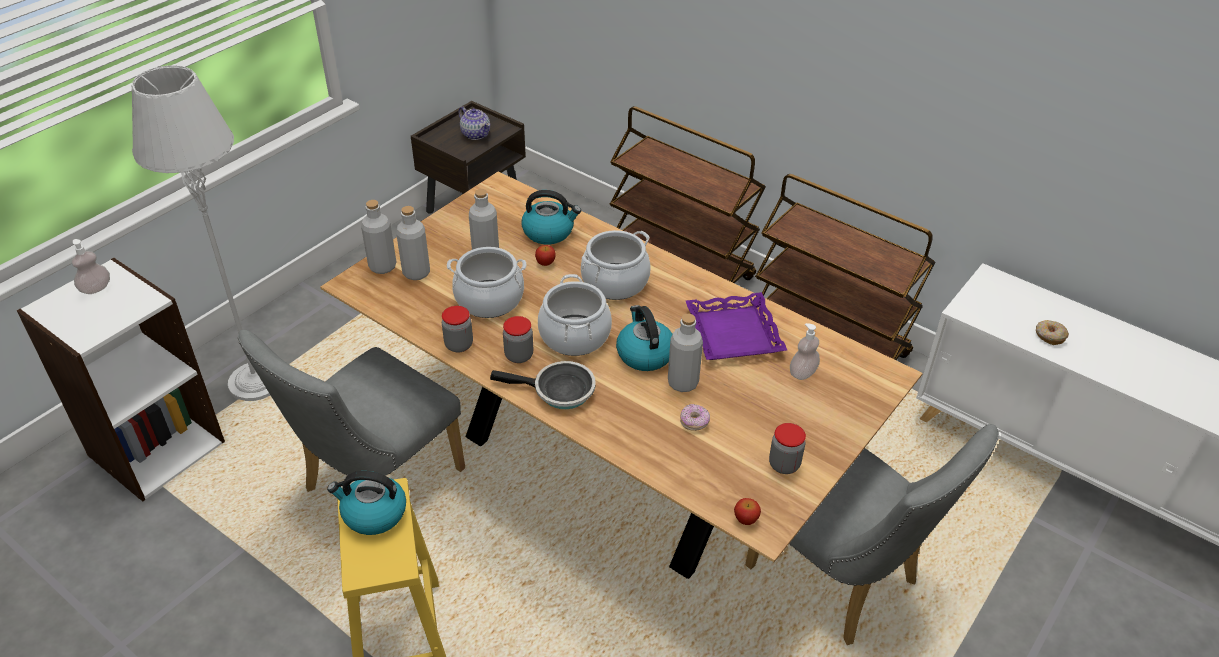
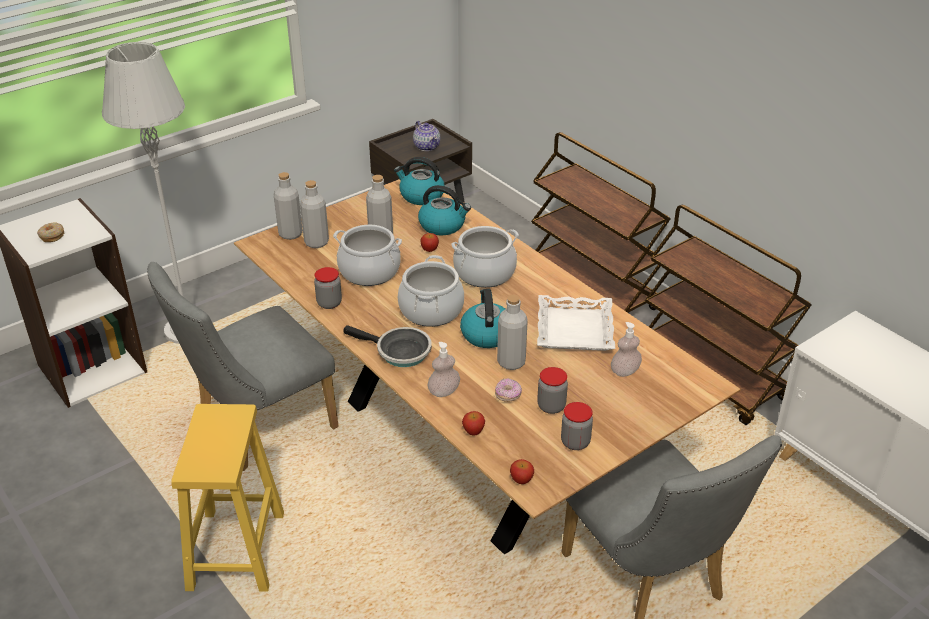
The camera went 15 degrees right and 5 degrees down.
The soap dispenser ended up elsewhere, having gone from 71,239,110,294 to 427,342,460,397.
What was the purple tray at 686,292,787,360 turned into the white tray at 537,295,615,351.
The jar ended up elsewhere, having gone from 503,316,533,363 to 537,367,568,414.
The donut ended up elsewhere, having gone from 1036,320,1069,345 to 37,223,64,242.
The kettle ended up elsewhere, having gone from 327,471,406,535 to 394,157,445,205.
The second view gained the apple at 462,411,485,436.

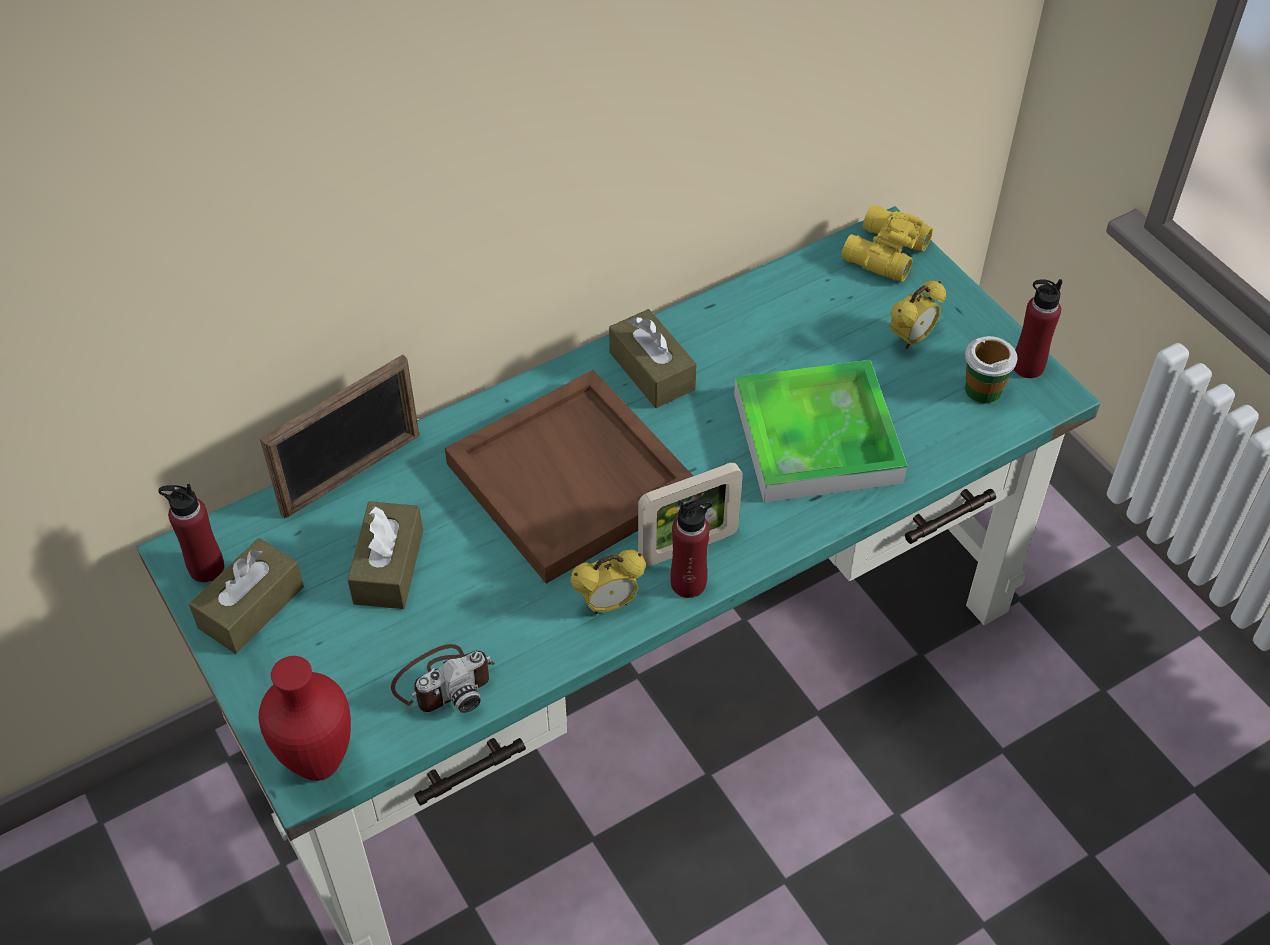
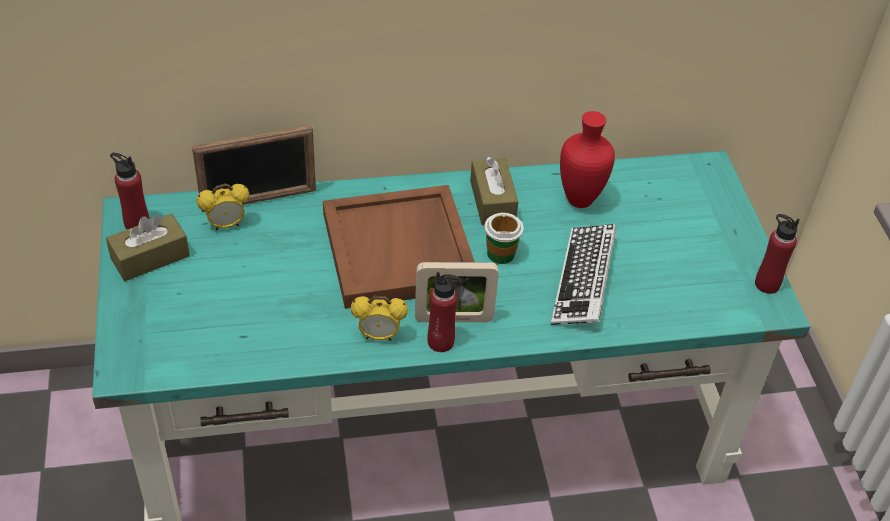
The camera went 20 degrees right and 5 degrees down.
The second view lost the yellow binoculars at 841,205,933,282.
The alarm clock ended up elsewhere, having gone from 890,281,946,349 to 196,184,250,231.
The cup ended up elsewhere, having gone from 965,336,1018,403 to 484,213,524,264.
Where the tray stood at 734,360,907,503, the keyboard came to stand at 551,224,616,325.
The second view lost the brown tissue box at 347,501,423,609.
The second view lost the photo camera at 391,644,495,713.
The red vase ended up elsewhere, having gone from 259,656,351,781 to 560,111,615,208.

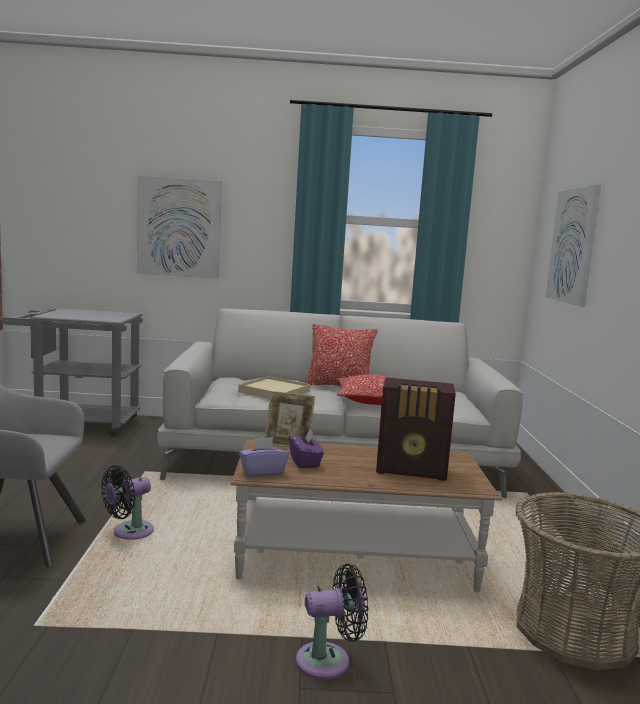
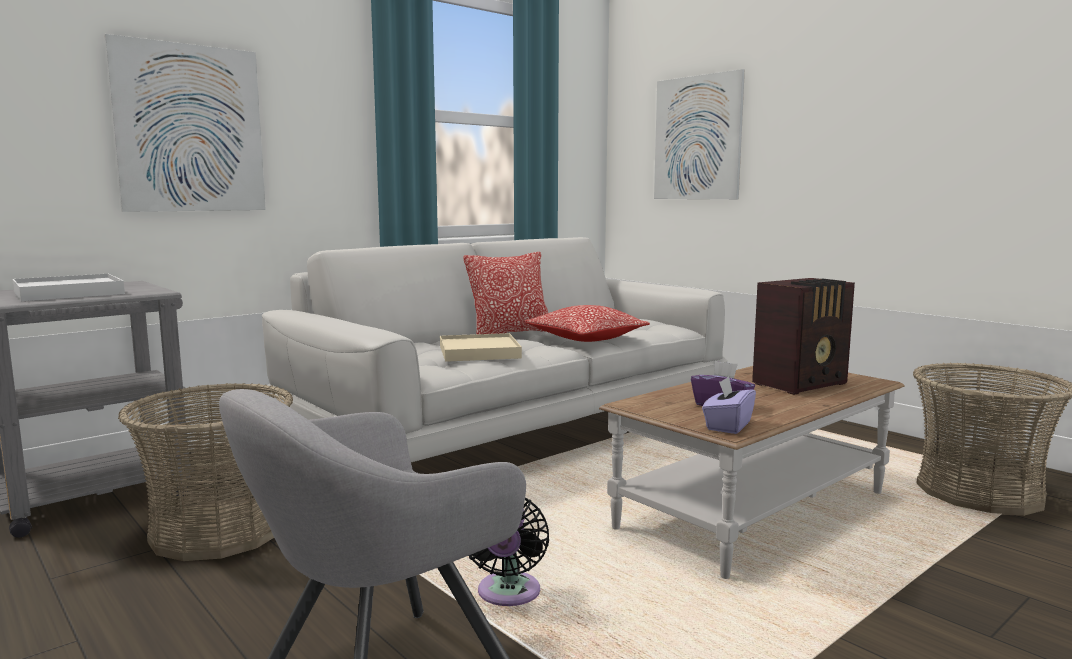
The camera went 40 degrees left and 0 degrees up.
The second view lost the picture frame at 265,391,315,447.
The second view lost the black fan at 296,564,369,680.
The second view gained the white tray at 12,274,125,301.
The second view gained the basket at 118,383,293,561.

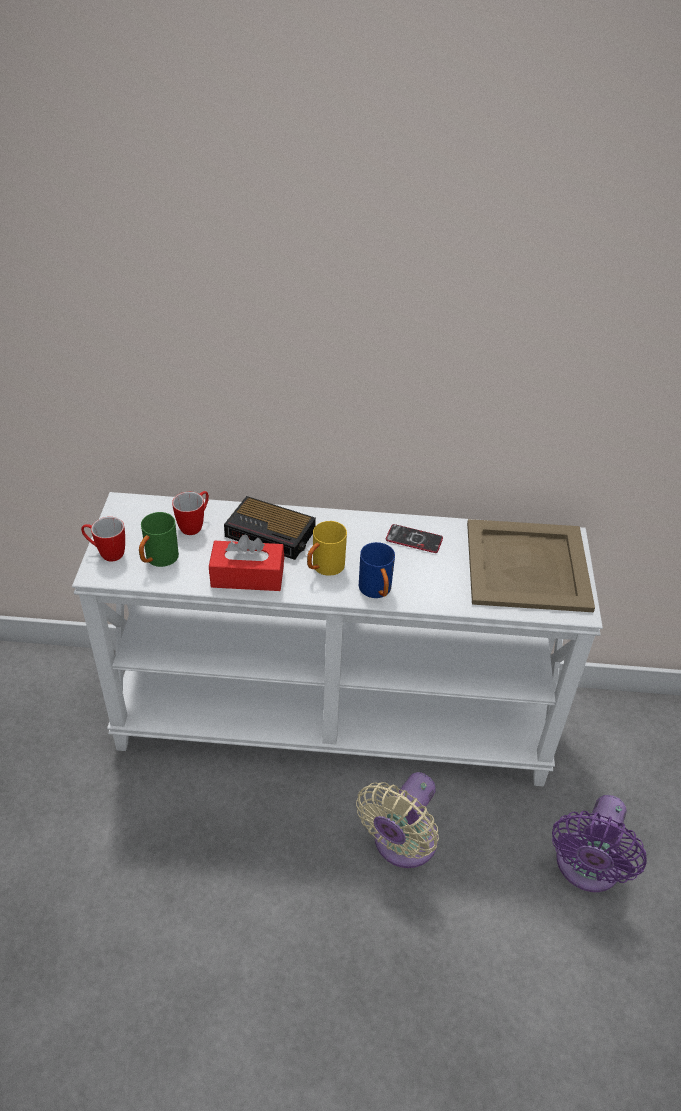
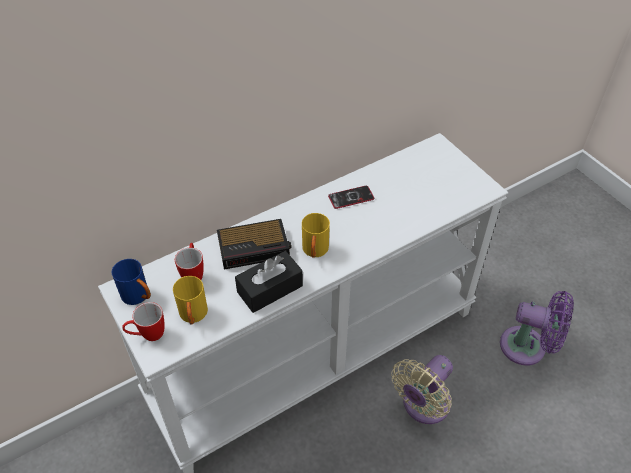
The camera went 35 degrees left and 5 degrees up.
What was the green mug at 139,512,179,567 turned into the yellow mug at 173,276,208,325.
The second view lost the beige tray at 467,519,595,612.
What was the red tissue box at 209,535,284,591 turned into the black tissue box at 235,251,303,313.
The blue mug ended up elsewhere, having gone from 359,542,395,598 to 112,259,151,305.
The beige fan at 356,772,439,868 ended up facing another way, 45 degrees clockwise from before.
The purple fan at 552,795,647,892 ended up facing another way, 60 degrees counterclockwise from before.

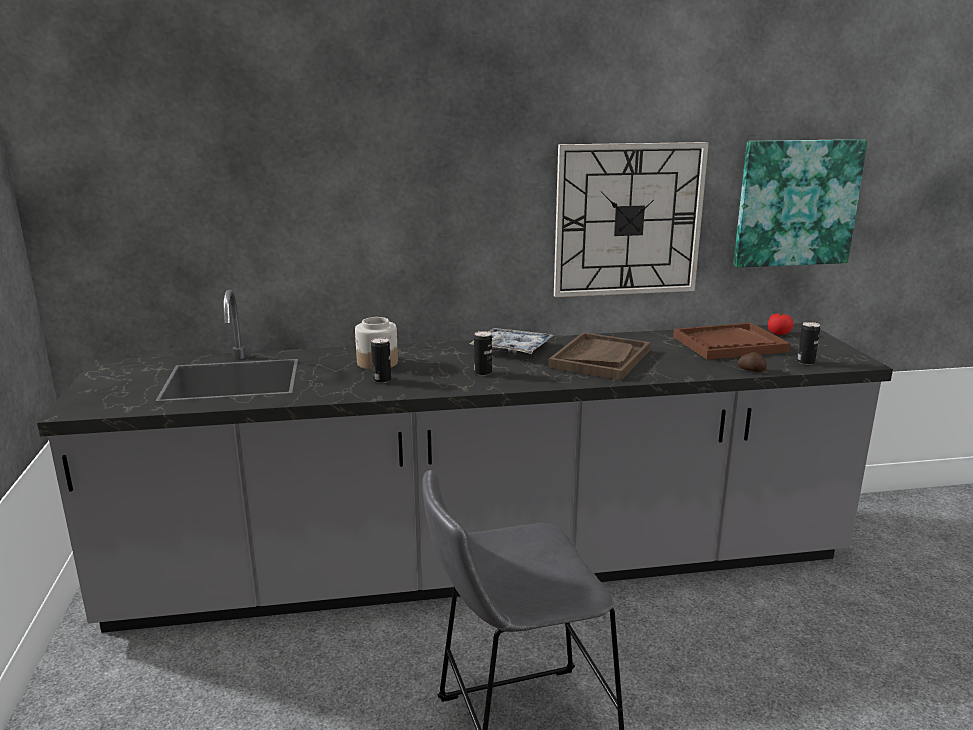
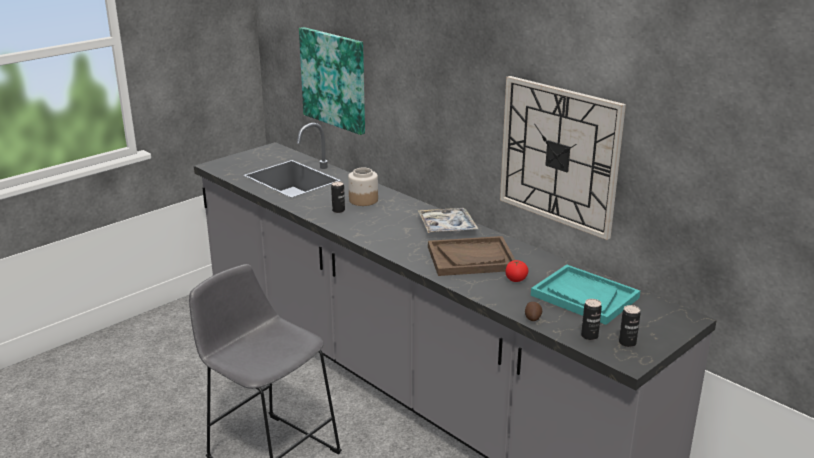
The camera went 55 degrees right and 5 degrees up.
The picture ended up elsewhere, having gone from 733,139,868,268 to 299,27,365,135.
The tomato ended up elsewhere, having gone from 768,313,794,335 to 505,260,528,282.
What was the brown tray at 673,323,790,360 turned into the turquoise tray at 531,265,640,325.
The can ended up elsewhere, having gone from 474,331,492,376 to 619,305,641,347.

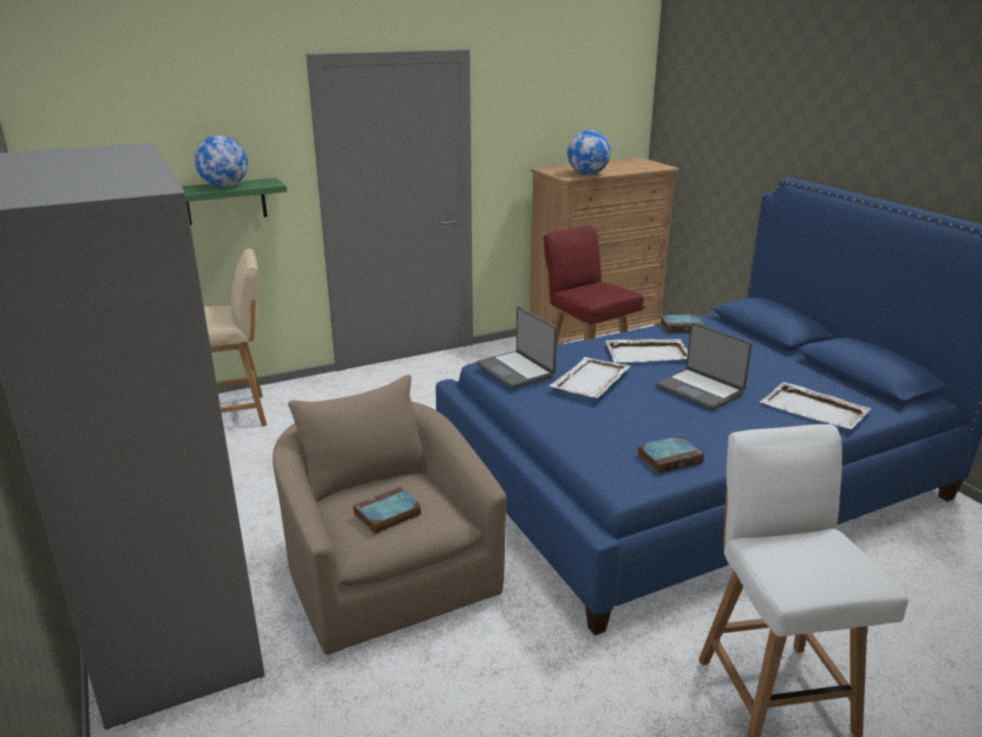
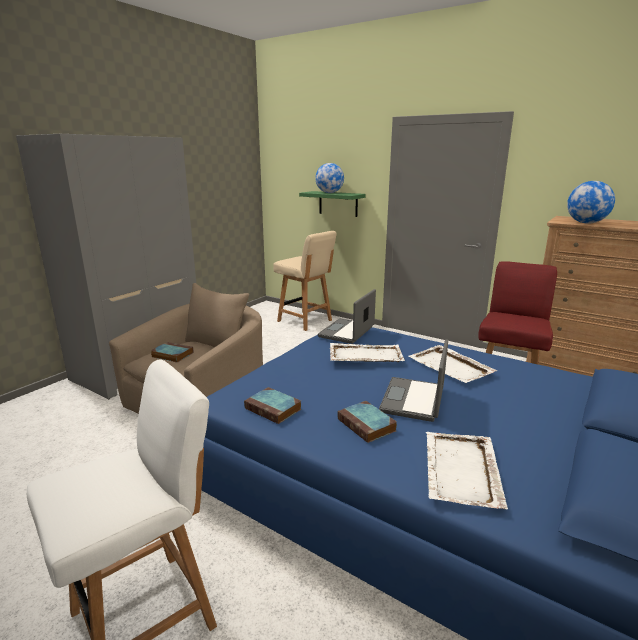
The camera went 60 degrees right and 5 degrees down.
The book ended up elsewhere, having gone from 660,314,705,333 to 337,401,397,443.

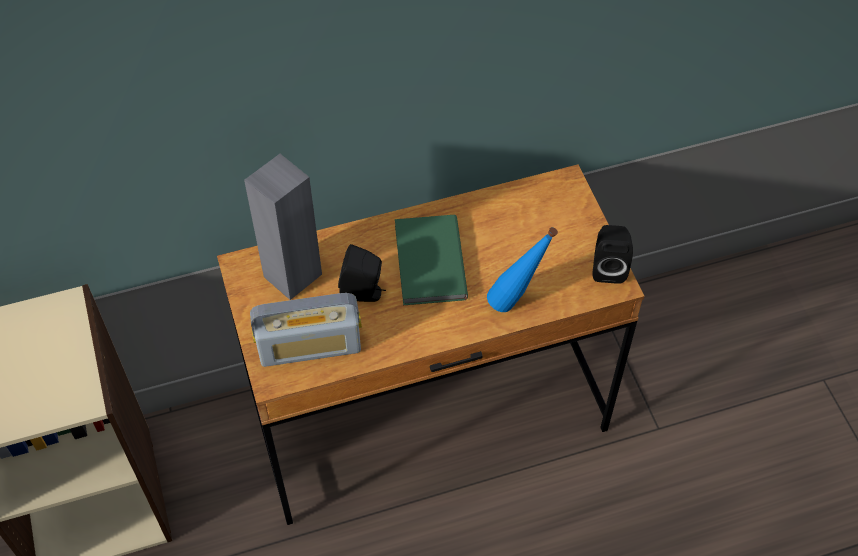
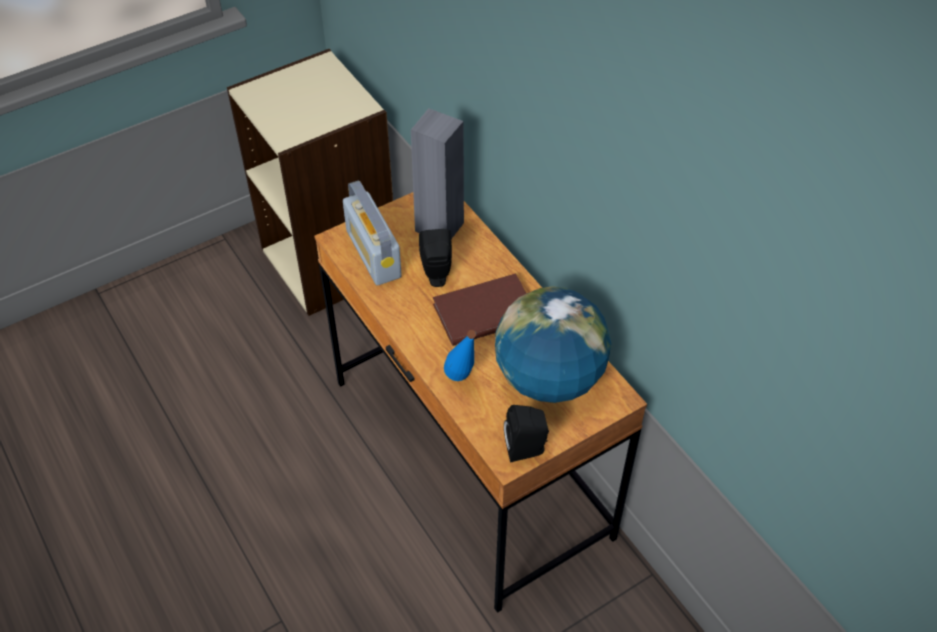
The camera went 75 degrees right and 5 degrees down.
What was the green book at 395,215,468,305 turned into the brown book at 433,273,527,346.
The second view gained the globe at 495,286,611,403.

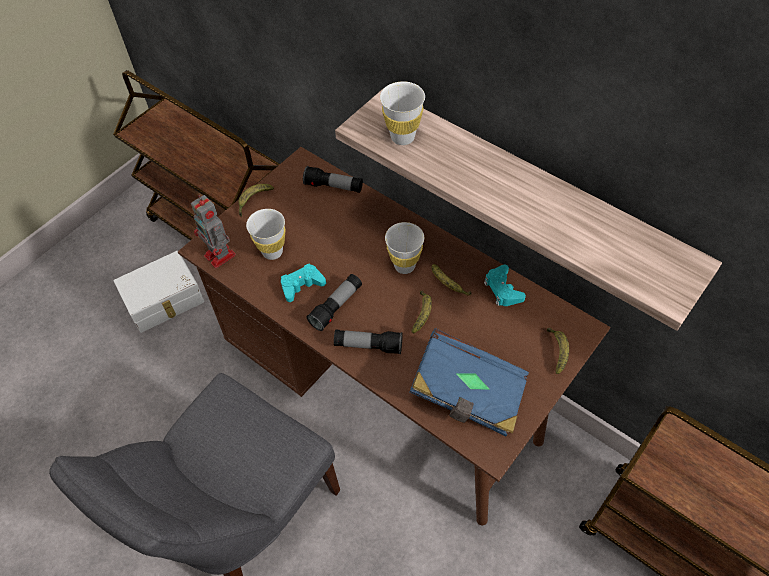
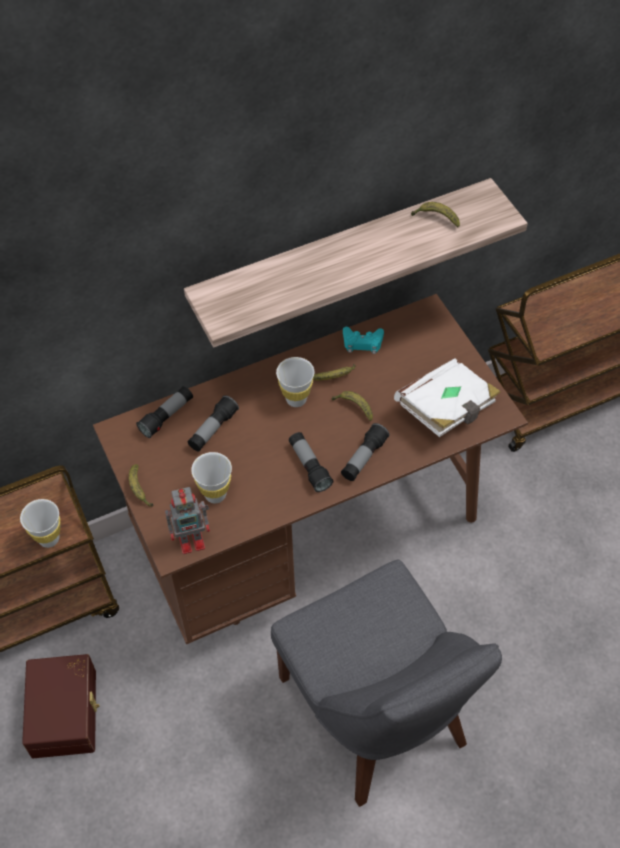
The camera went 65 degrees left and 0 degrees up.
The white cup ended up elsewhere, having gone from 380,81,425,145 to 20,499,60,548.
What was the white storage box at 114,251,204,333 turned into the brown storage box at 22,654,100,758.
The second view lost the turquoise game controller at 281,264,326,302.
What was the blue book at 410,328,529,436 turned into the white book at 394,358,501,437.
The banana ended up elsewhere, having gone from 547,328,569,374 to 411,202,460,227.
The second view gained the flashlight at 188,395,239,451.

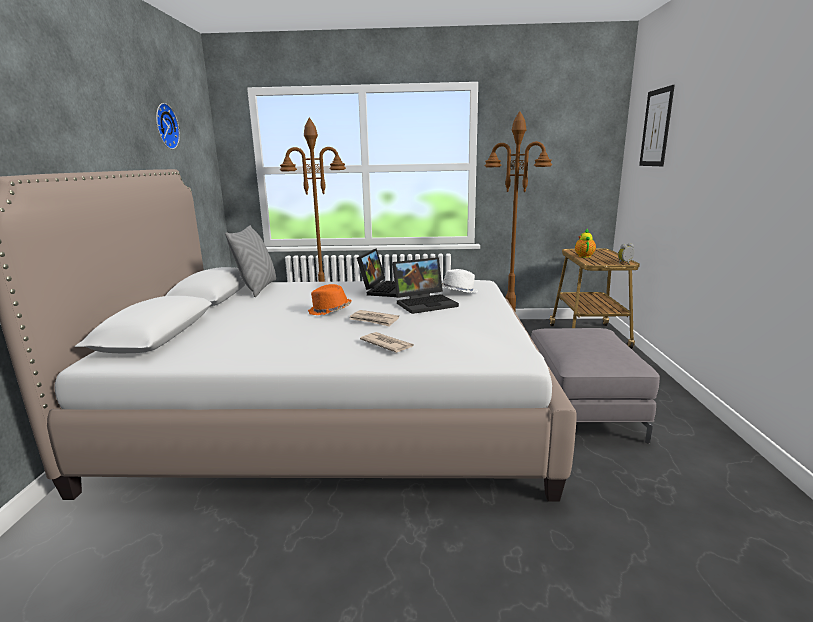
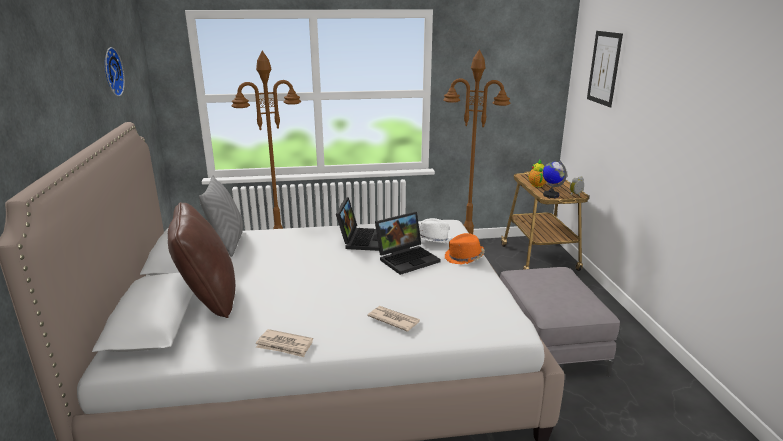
The camera went 10 degrees left and 5 degrees up.
The orange hat ended up elsewhere, having gone from 308,284,352,315 to 445,233,485,264.
The newspaper ended up elsewhere, having gone from 350,310,399,327 to 256,329,313,357.
The second view gained the globe at 543,161,567,198.
The second view gained the brown pillow at 168,202,235,318.

